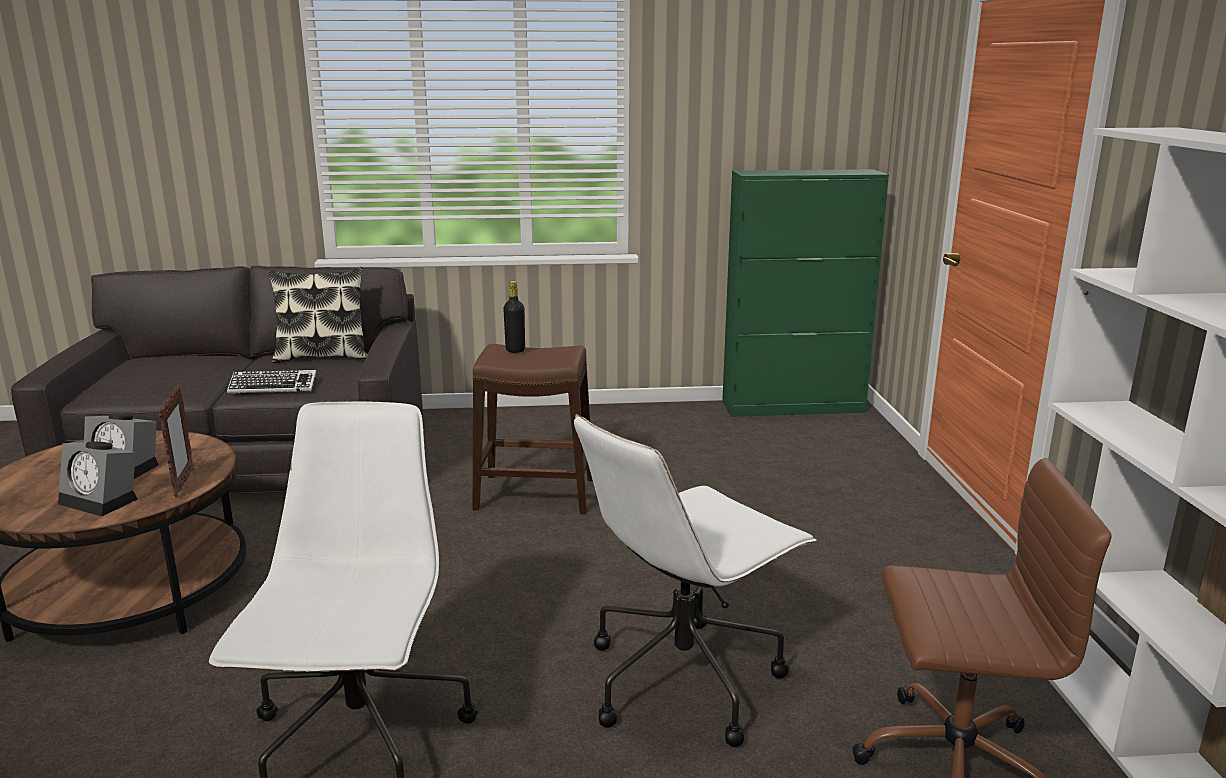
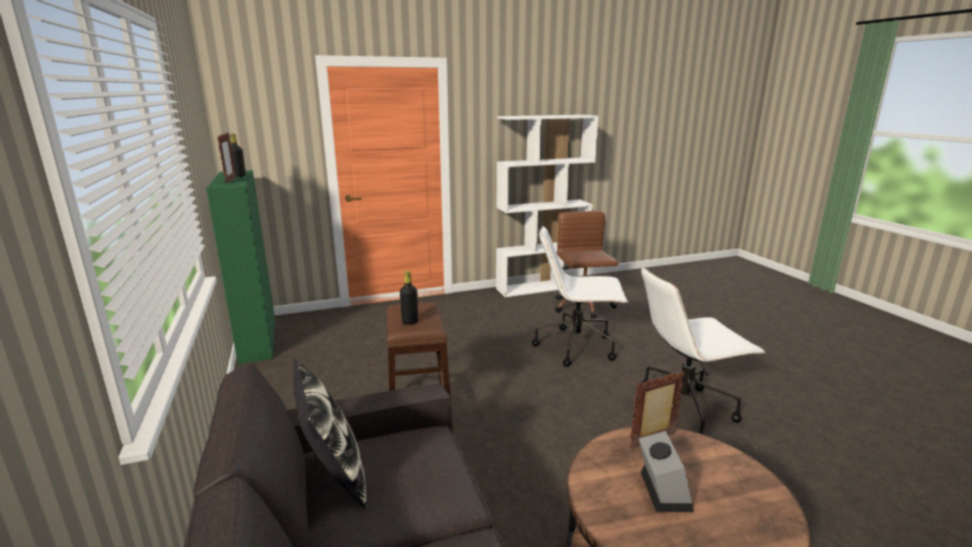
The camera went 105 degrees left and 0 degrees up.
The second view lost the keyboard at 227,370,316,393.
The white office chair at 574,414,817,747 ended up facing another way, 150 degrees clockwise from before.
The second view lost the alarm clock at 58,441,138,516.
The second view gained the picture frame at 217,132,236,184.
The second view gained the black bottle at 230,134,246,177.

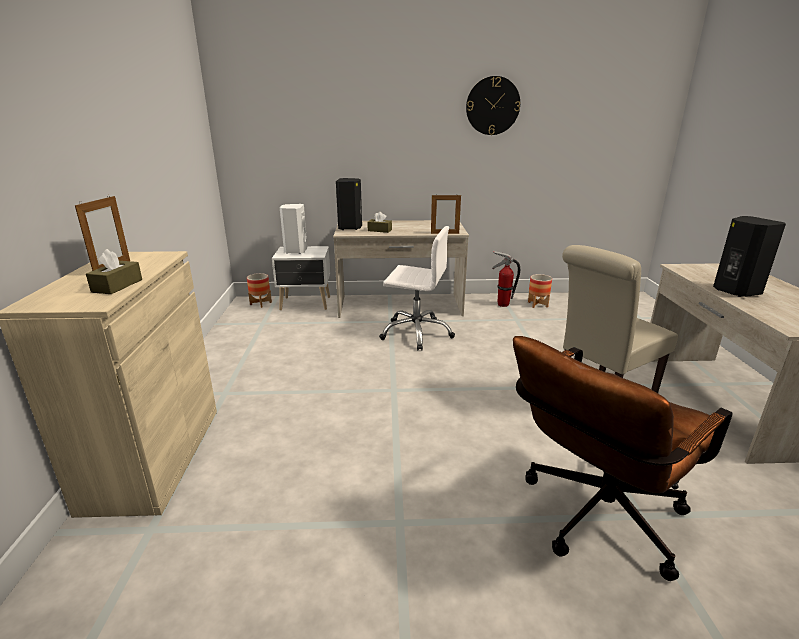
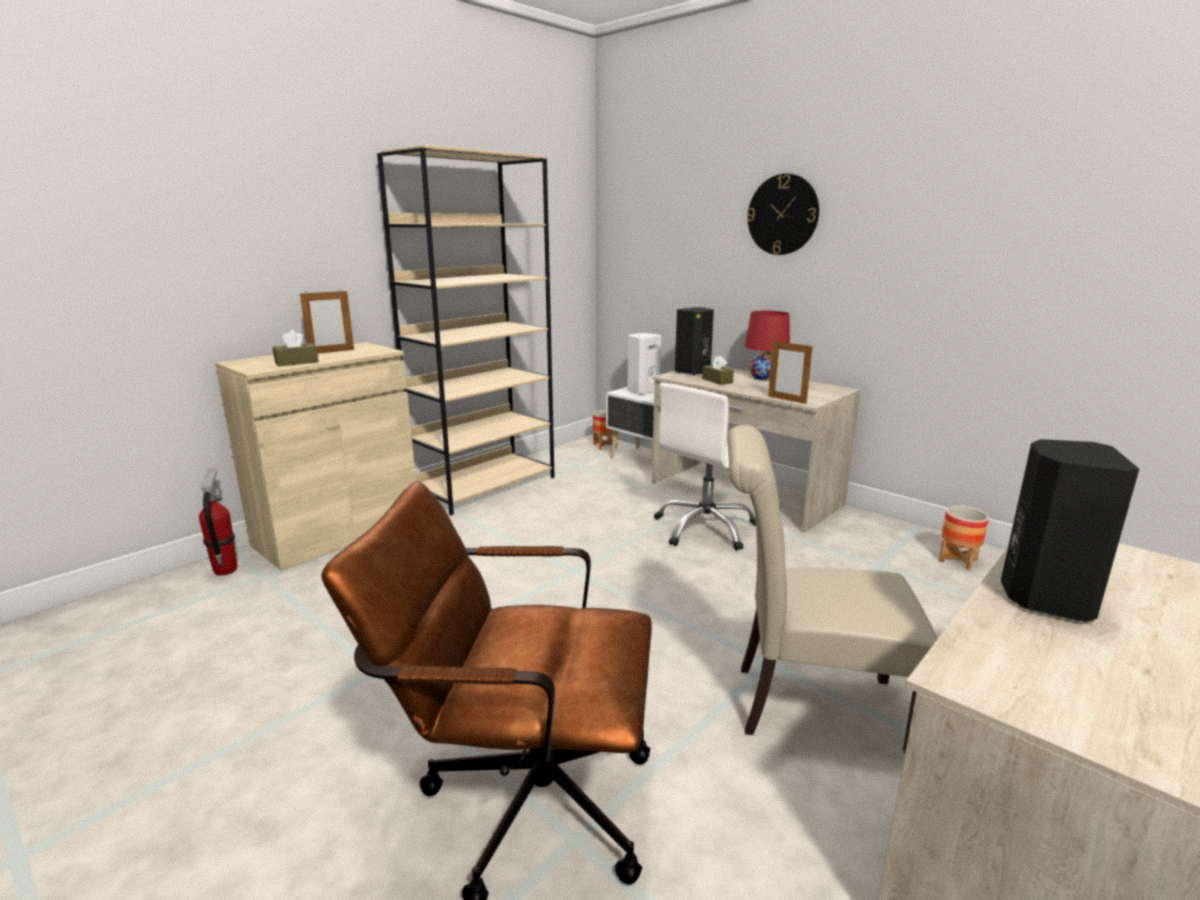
The camera went 45 degrees right and 5 degrees down.
The wall clock ended up elsewhere, having gone from 466,76,520,135 to 747,174,819,255.
The white office chair at 379,226,455,351 ended up facing another way, 75 degrees clockwise from before.
The fire extinguisher ended up elsewhere, having gone from 492,251,520,307 to 199,468,237,576.
The second view gained the beige bookcase at 377,145,554,515.
The second view gained the red table lamp at 745,311,790,380.

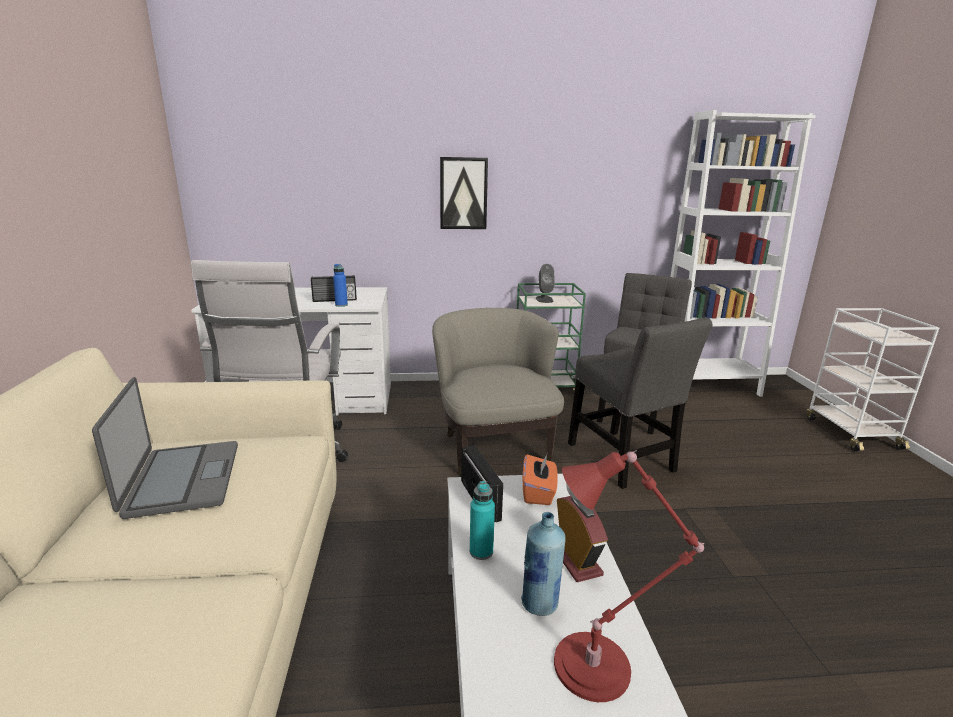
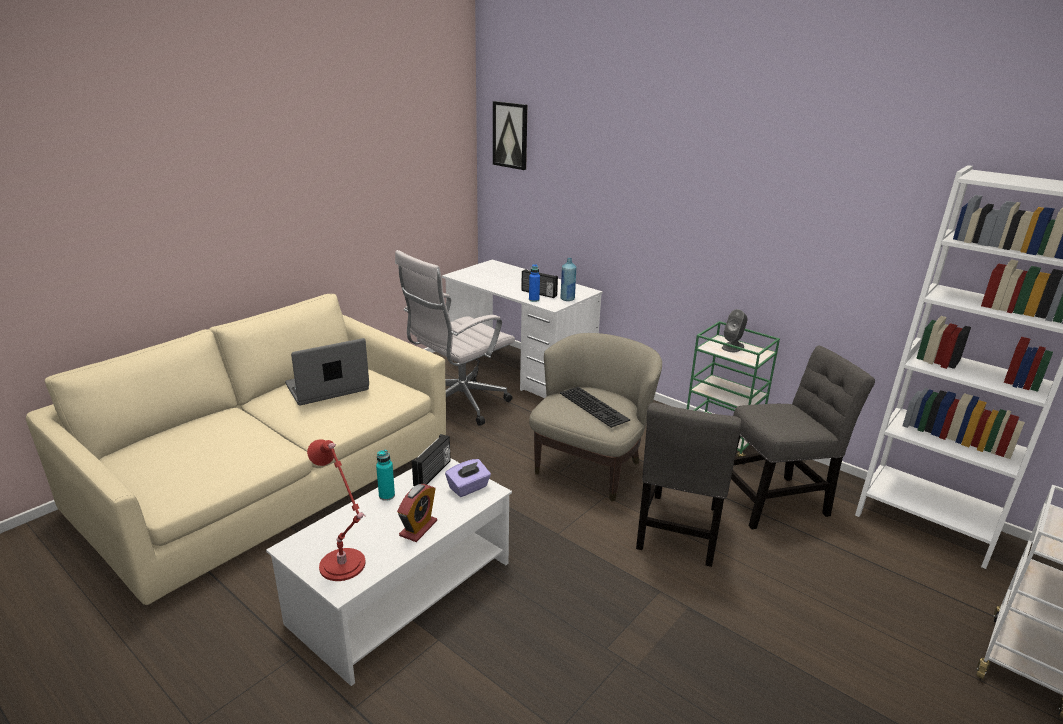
The camera went 45 degrees right and 5 degrees up.
The picture ended up elsewhere, having gone from 440,157,488,229 to 493,101,527,170.
The laptop at 92,377,238,519 ended up facing another way, 150 degrees counterclockwise from before.
What was the orange tissue box at 523,455,558,505 turned into the purple tissue box at 445,459,491,497.
The blue bottle ended up elsewhere, having gone from 521,512,566,616 to 560,258,576,301.
The second view gained the keyboard at 560,387,630,428.

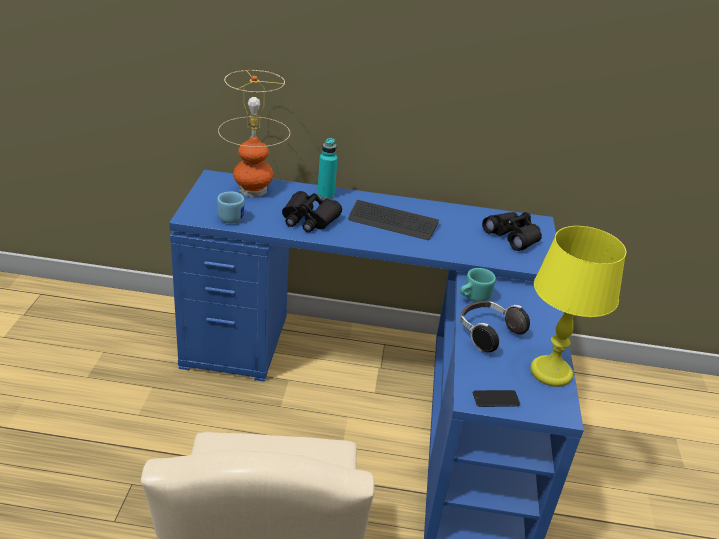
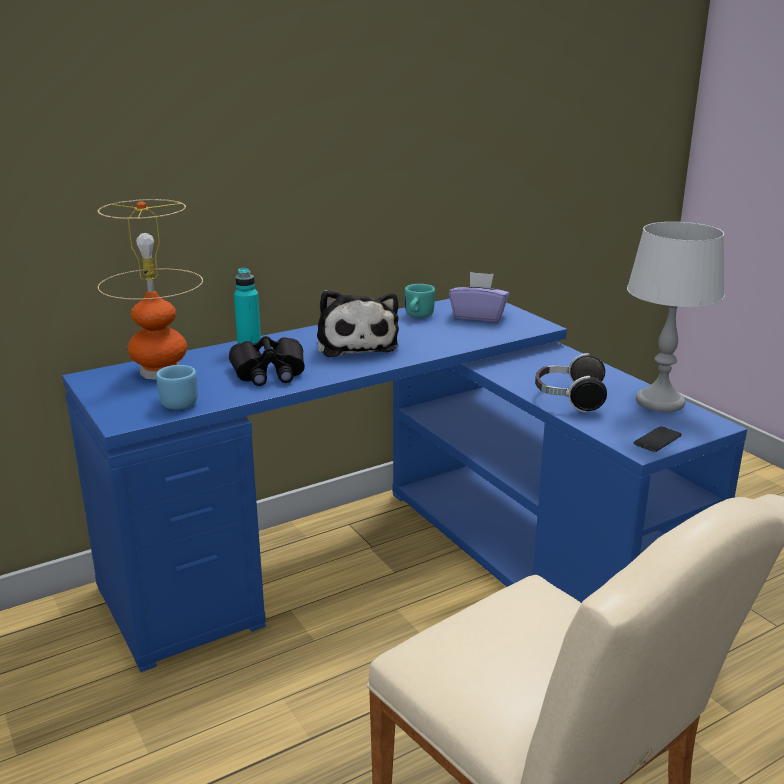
The camera went 35 degrees left and 10 degrees down.
Where the keyboard stood at 348,200,439,240, the plush toy came to stand at 317,290,399,357.
Where the black binoculars stood at 482,212,542,251, the purple tissue box came to stand at 449,272,509,322.
What was the yellow table lamp at 531,226,626,387 turned into the grey table lamp at 627,222,725,412.
The turquoise mug ended up elsewhere, having gone from 460,268,496,302 to 405,284,435,318.

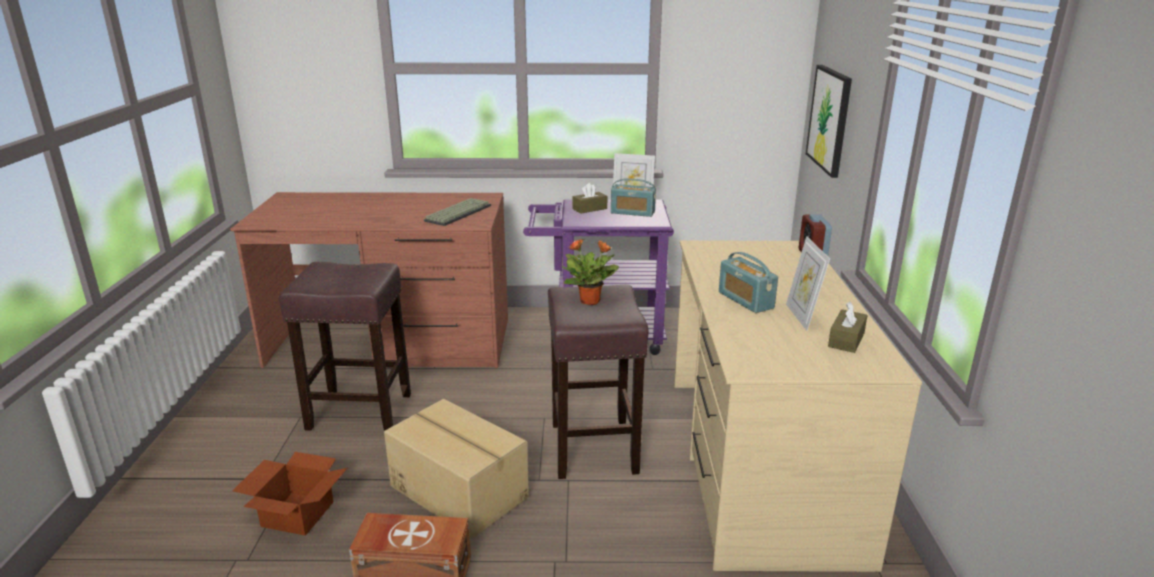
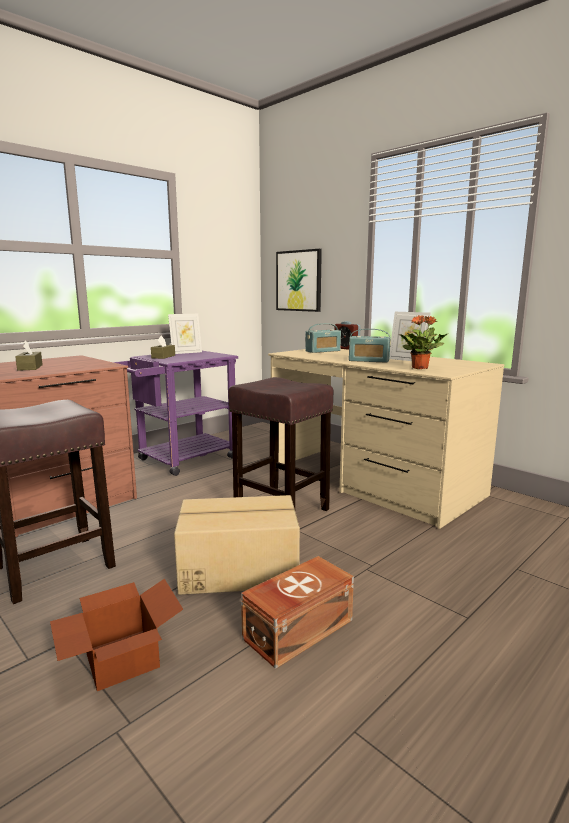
The camera went 45 degrees left and 10 degrees down.
The radio ended up elsewhere, having gone from 611,178,656,217 to 305,323,341,353.
The second view lost the keyboard at 424,198,491,226.
The potted plant ended up elsewhere, having gone from 562,238,619,305 to 399,315,447,369.
The brown tissue box ended up elsewhere, having gone from 828,302,867,353 to 15,340,43,371.

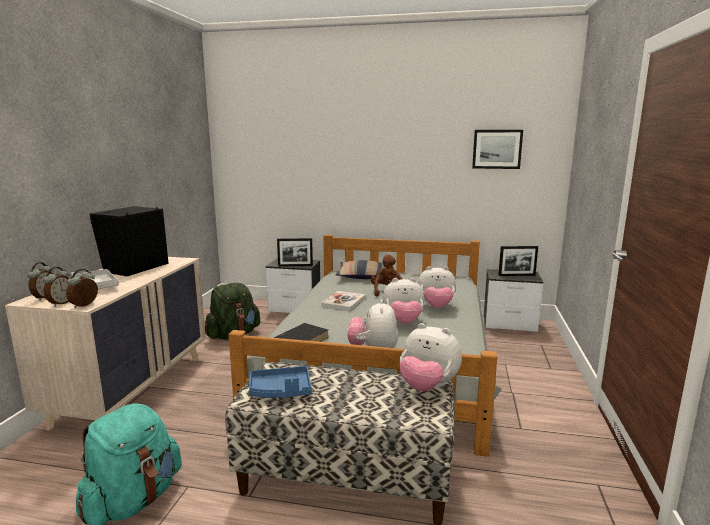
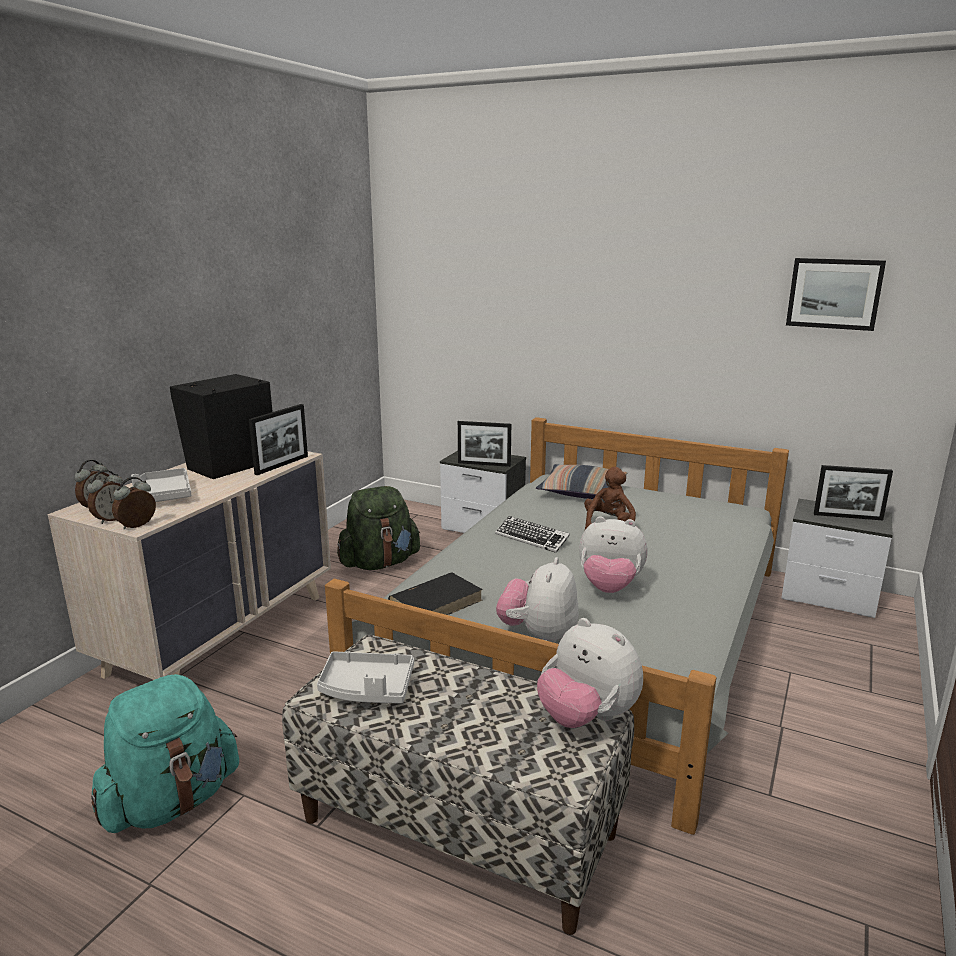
The camera went 15 degrees right and 5 degrees up.
The second view lost the plush toy at 418,266,456,308.
Where the book stood at 321,291,365,311, the keyboard came to stand at 495,516,570,553.
What was the blue tray at 249,366,312,398 turned into the grey tray at 317,651,414,704.
The second view gained the picture frame at 249,404,308,475.

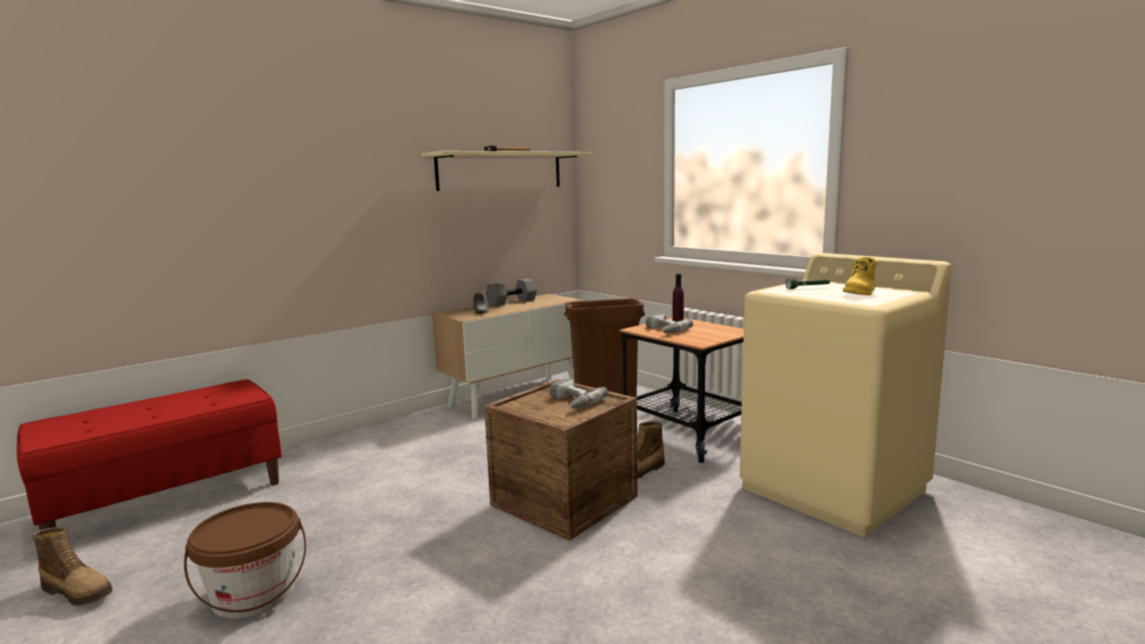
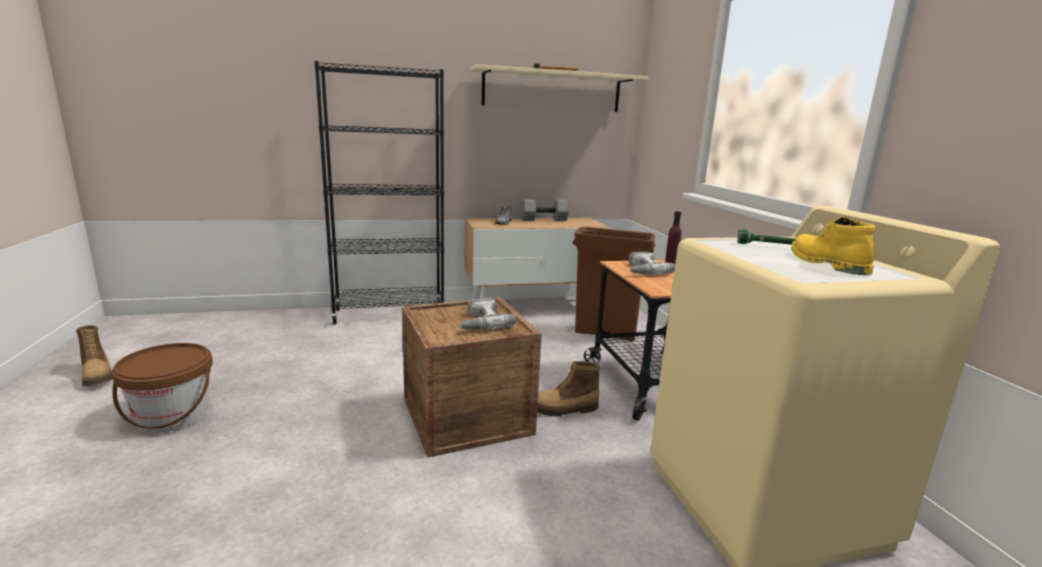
The camera went 25 degrees right and 5 degrees up.
The yellow boot at 843,257,878,296 ended up facing another way, 105 degrees clockwise from before.
The second view lost the red bench at 17,379,282,530.
The second view gained the black bookcase at 314,61,444,324.

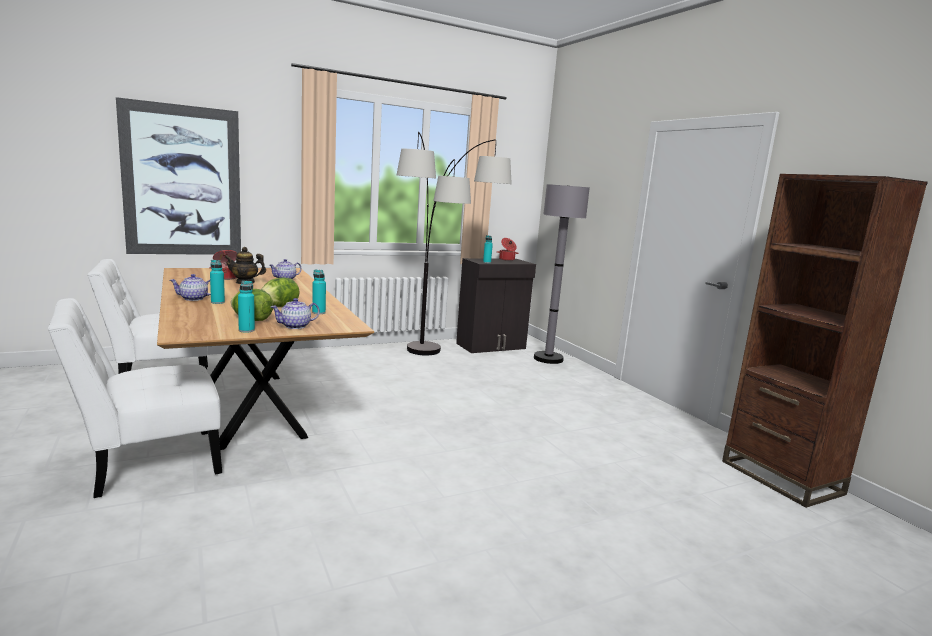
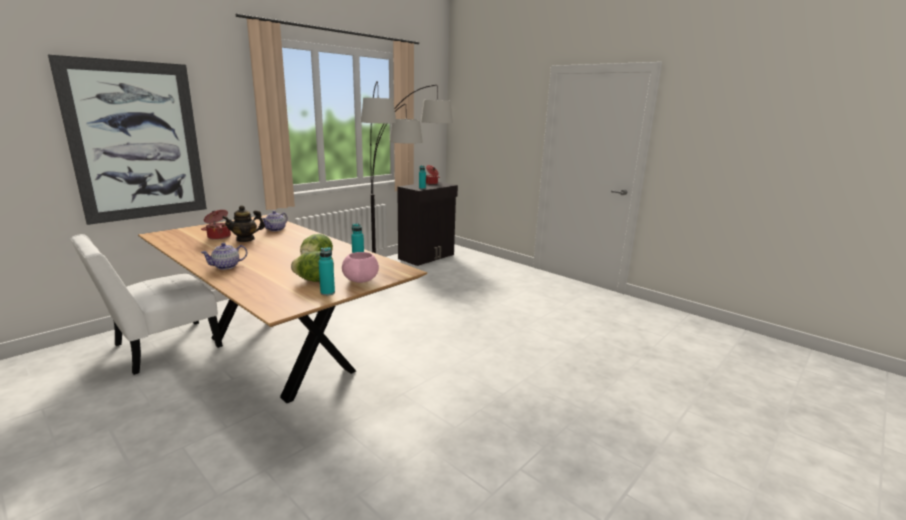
The camera went 20 degrees left and 5 degrees up.
The second view lost the brown bookcase at 722,174,928,508.
The second view lost the grey floor lamp at 534,184,590,364.
The second view lost the turquoise bottle at 210,260,225,304.
The second view lost the white chair at 48,298,222,498.
Where the teapot stood at 271,298,320,329, the pink bowl came to stand at 342,252,379,283.

